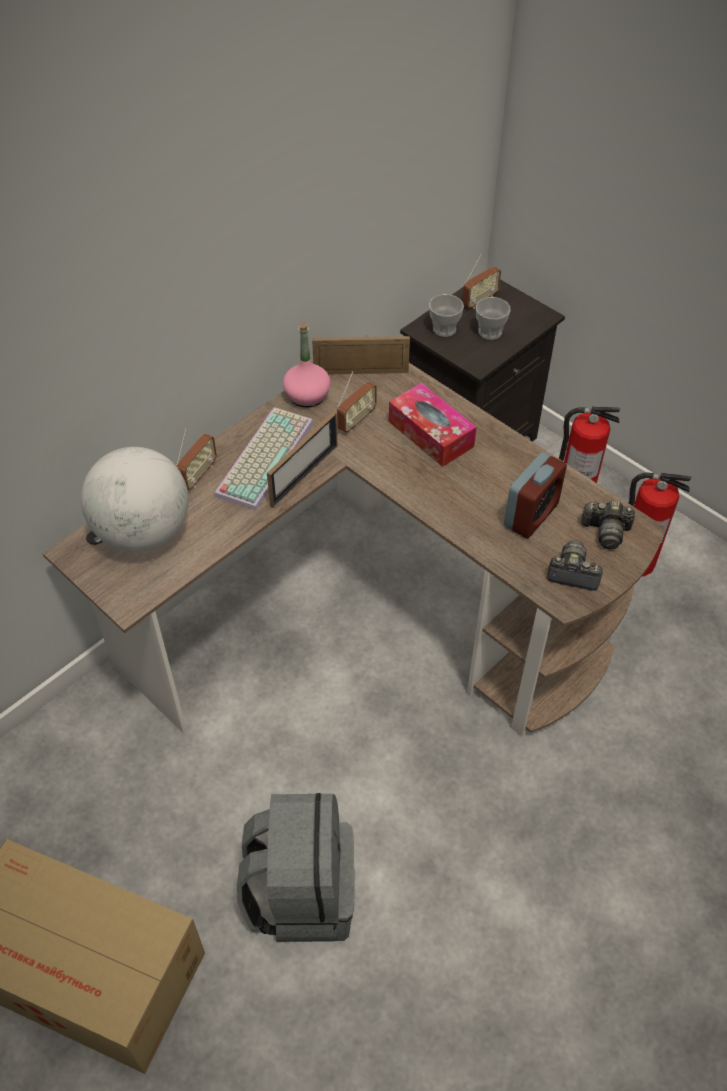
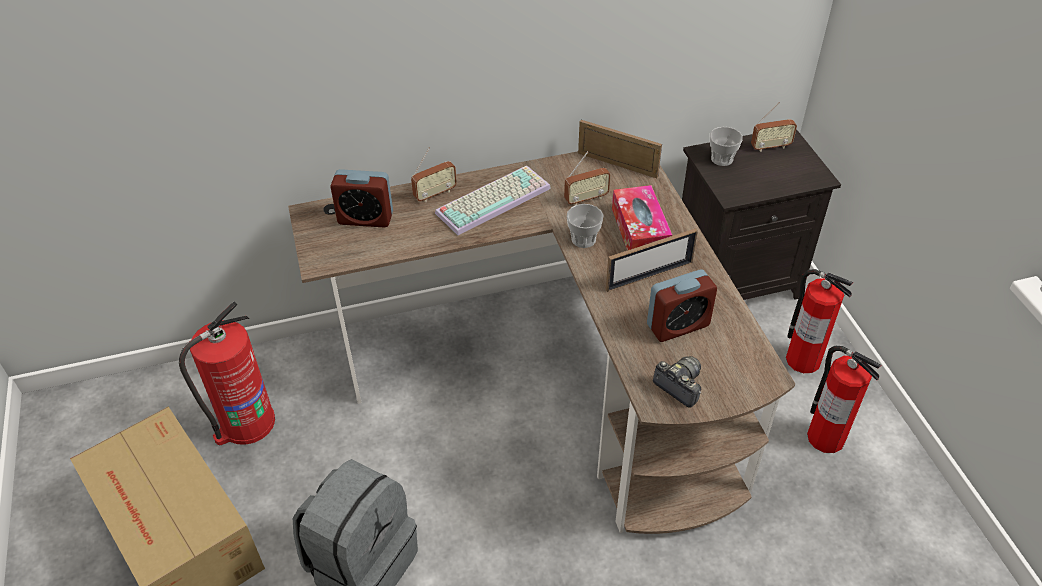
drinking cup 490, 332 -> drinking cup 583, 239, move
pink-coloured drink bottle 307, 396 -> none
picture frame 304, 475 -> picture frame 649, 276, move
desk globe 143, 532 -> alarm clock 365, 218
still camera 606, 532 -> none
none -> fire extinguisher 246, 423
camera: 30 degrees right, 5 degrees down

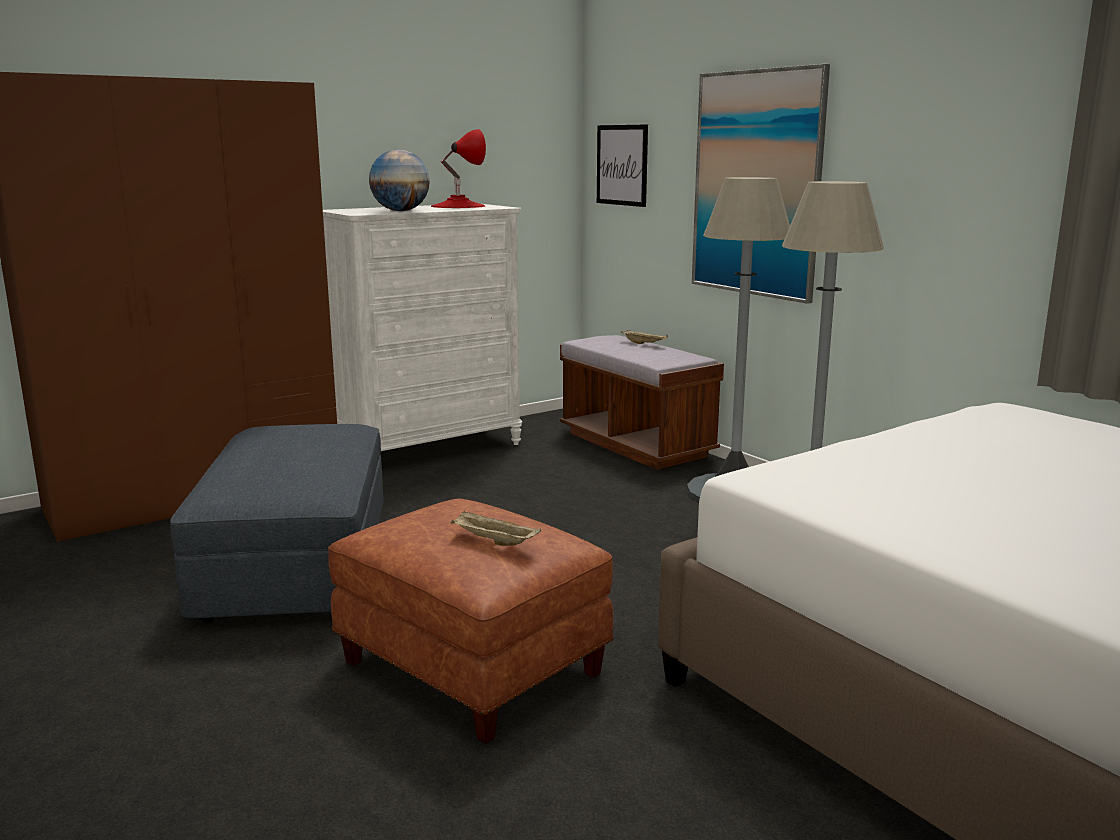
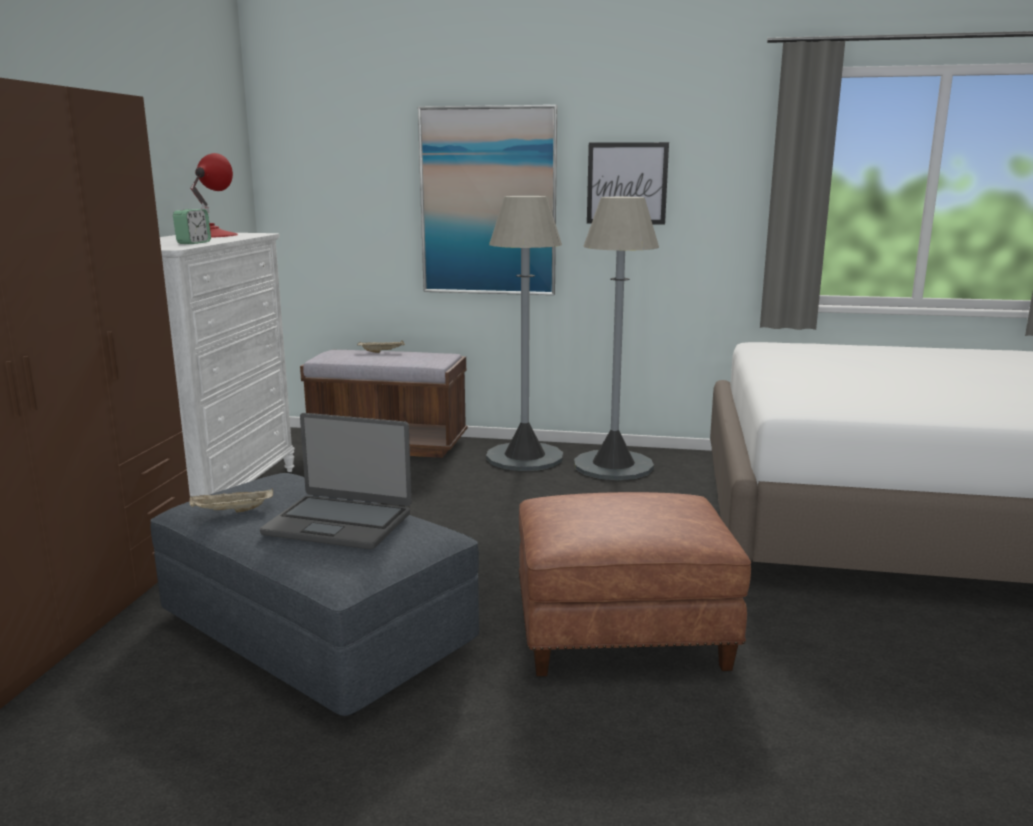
picture 622, 165 -> picture 627, 183, move
desk globe 401, 211 -> alarm clock 193, 243
beige-coloured tray 493, 541 -> beige-coloured tray 231, 511, move
none -> portable computer 339, 523
camera: 45 degrees left, 0 degrees up

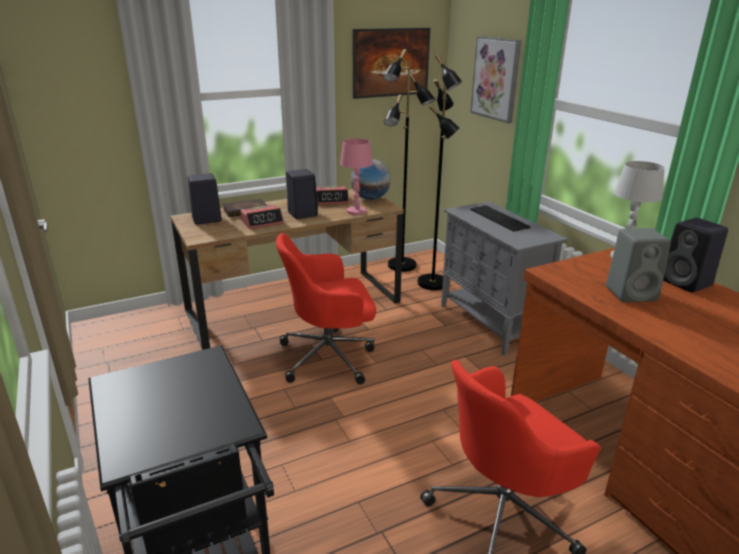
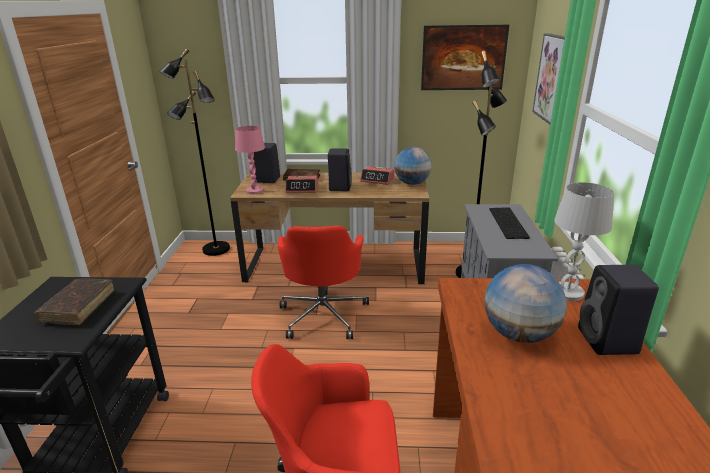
black-coloured floor lamp 402, 266 -> black-coloured floor lamp 215, 249, move
pink-coloured lamp for a table 356, 211 -> pink-coloured lamp for a table 255, 191, move
gray loudspeaker 632, 293 -> desk globe 519, 334
red-coloured computer chair 329, 356 -> red-coloured computer chair 323, 314, 105 degrees counterclockwise
none -> brown bound book 78, 307
camera: 30 degrees right, 0 degrees up

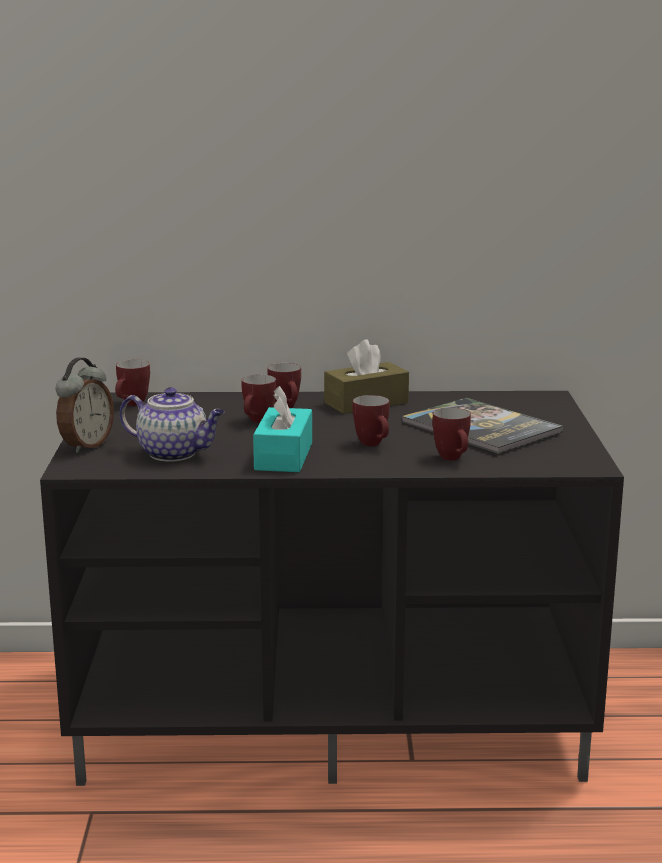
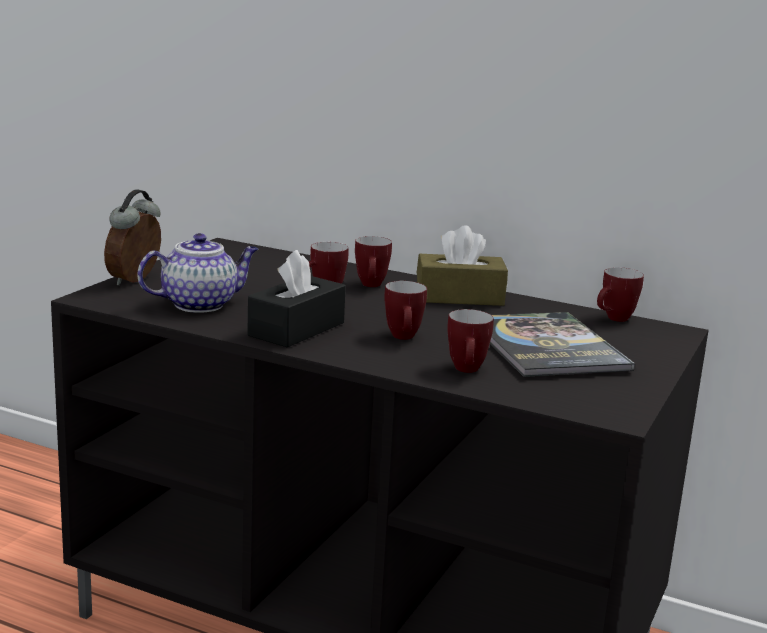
alarm clock 86, 446 -> alarm clock 136, 281, 150 degrees clockwise
coffee mug 132, 405 -> coffee mug 614, 319, move
blue-green tissue box 283, 456 -> black-coloured tissue box 296, 329
pot for tea 175, 453 -> pot for tea 200, 304, 75 degrees counterclockwise
camera: 25 degrees right, 0 degrees up

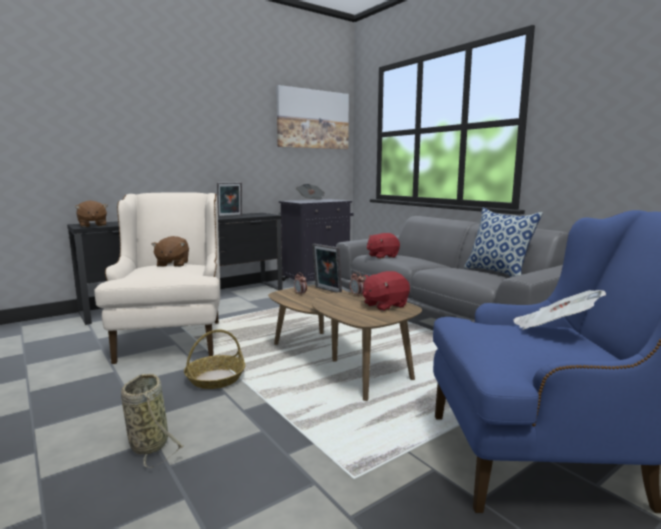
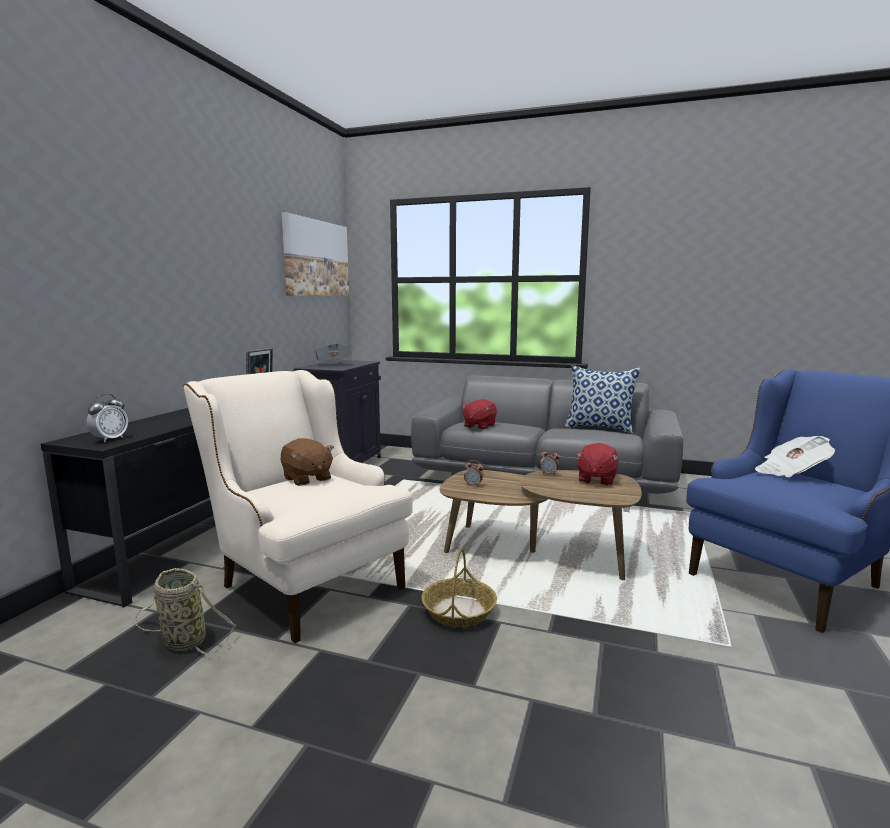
brown plush toy 92, 225 -> alarm clock 110, 439
picture frame 326, 290 -> none
storage basket 149, 443 -> storage basket 182, 640, move
camera: 35 degrees left, 0 degrees up

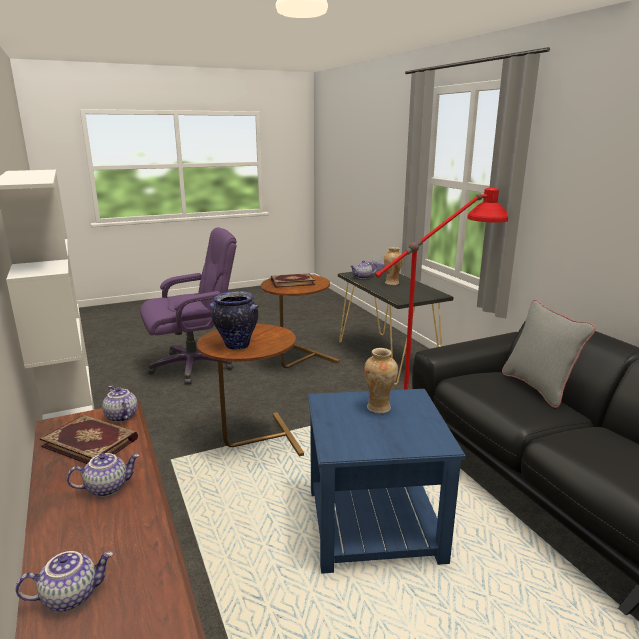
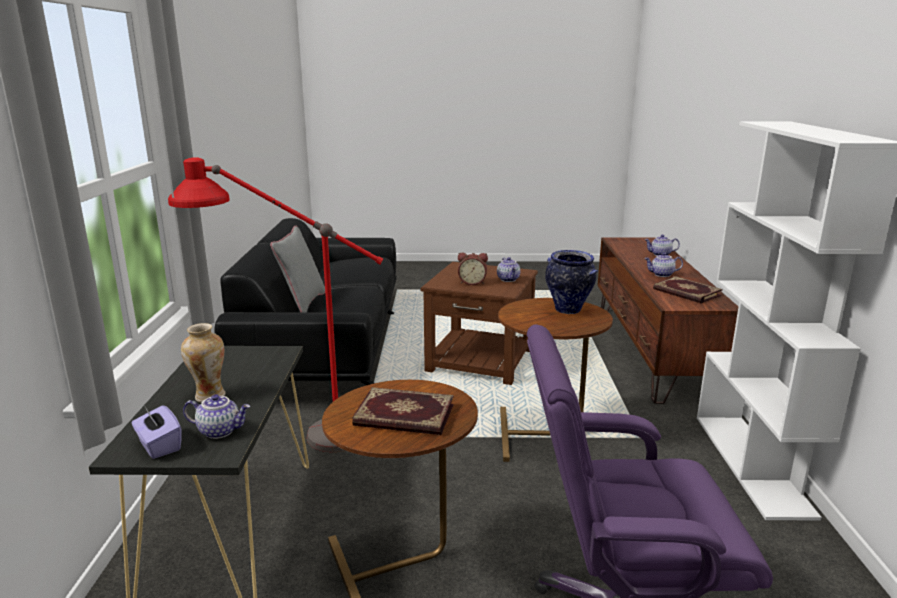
decorative vase 379, 408 -> alarm clock 472, 282
pot for tea 120, 417 -> pot for tea 509, 279, move
bluish side table 373, 523 -> brown side table 480, 360
camera: 155 degrees left, 0 degrees up

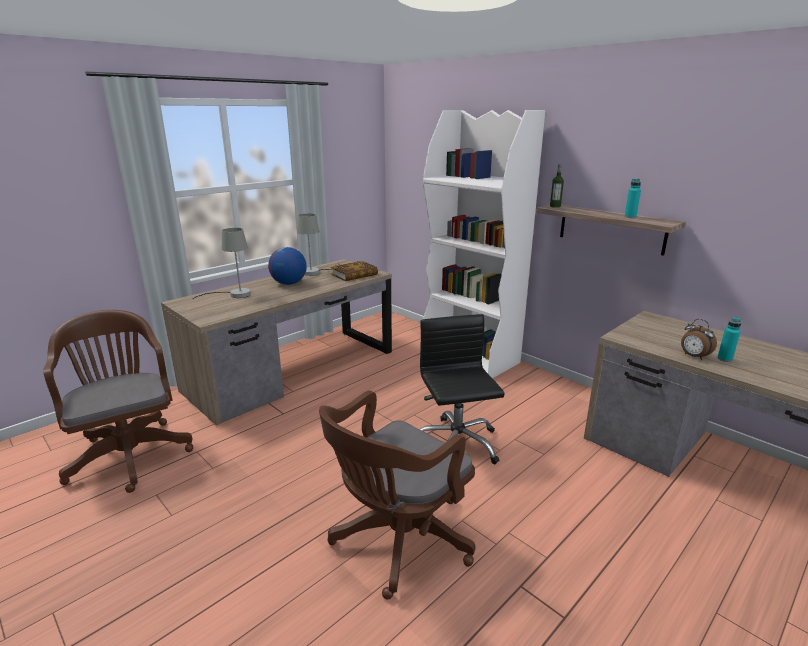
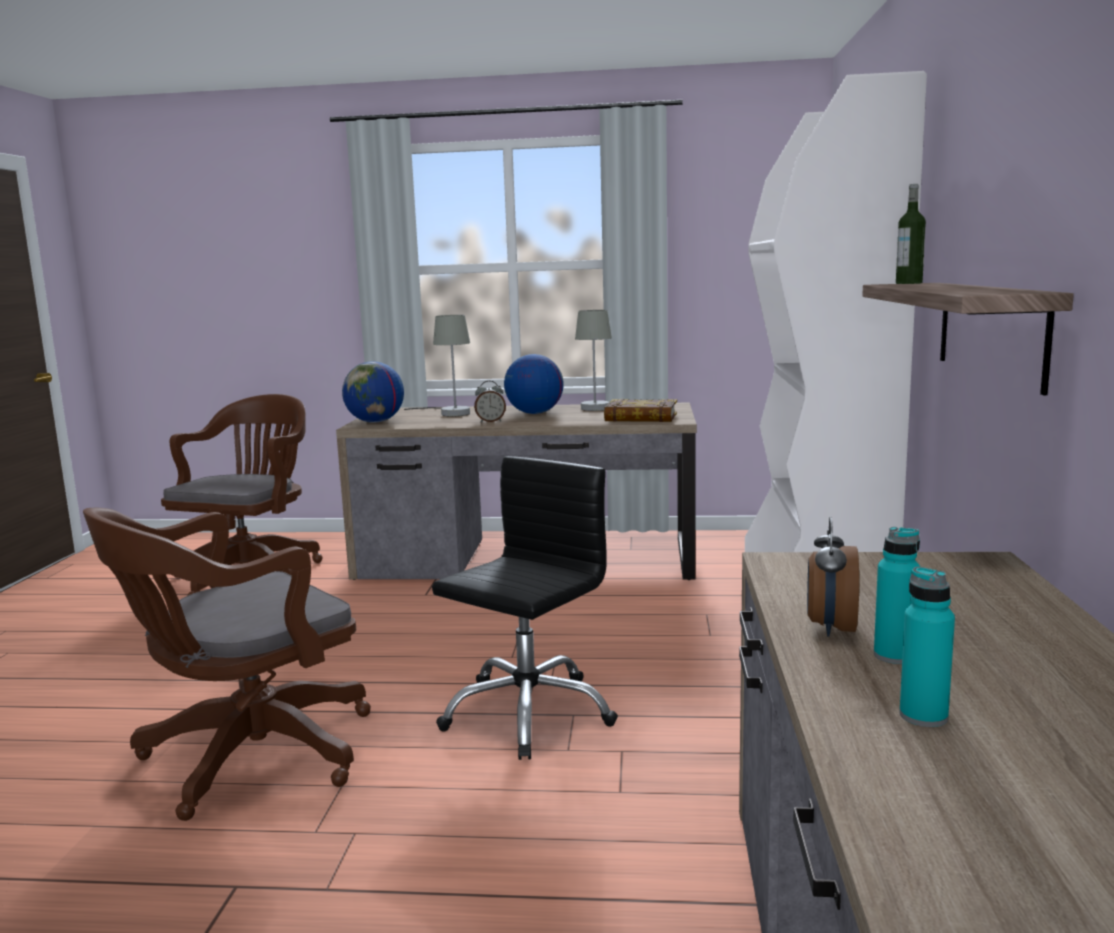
blue-green drink bottle 630, 217 -> blue-green drink bottle 923, 716, move
brown computer chair 397, 541 -> brown computer chair 247, 758, 45 degrees counterclockwise
none -> desk globe 375, 422
none -> alarm clock 490, 421
camera: 50 degrees right, 10 degrees down

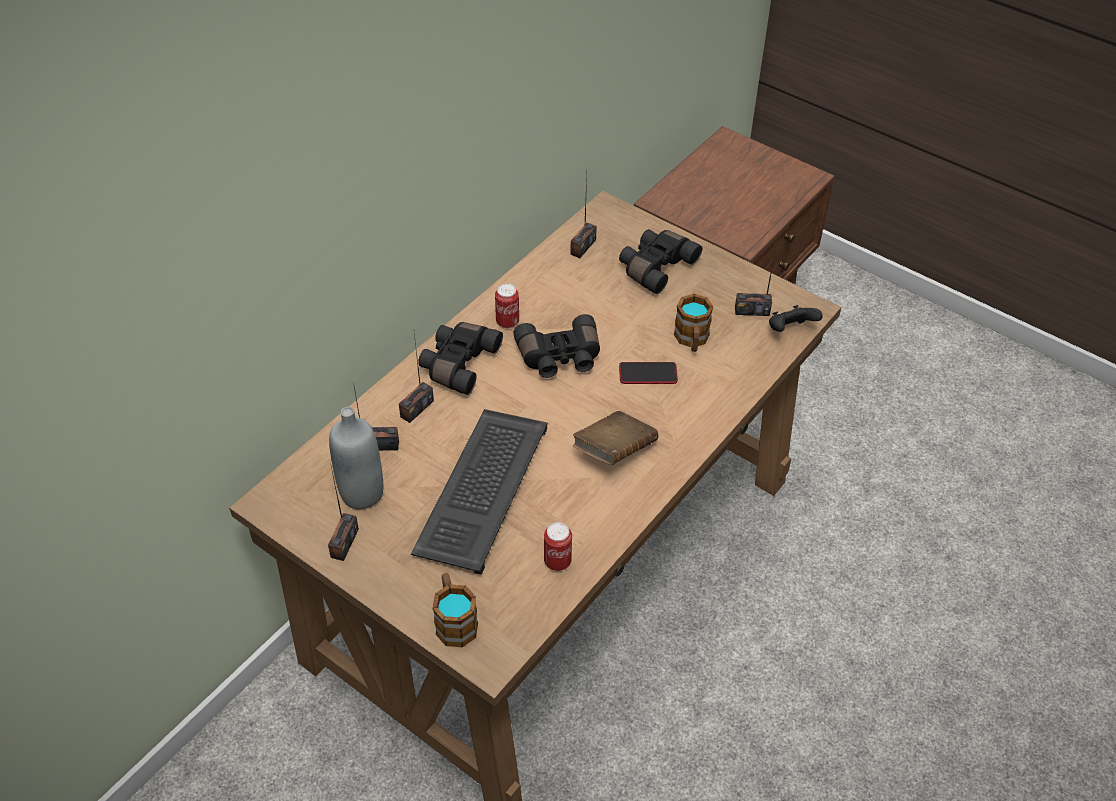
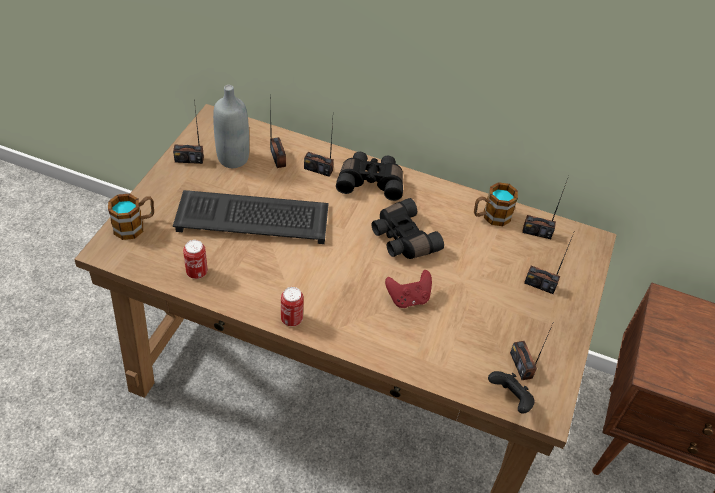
black-coloured pair of binoculars 655, 267 -> radio set 540, 284
can 507, 322 -> can 291, 319, move
coffee mug 692, 340 -> coffee mug 491, 216, move
handset 648, 374 -> red-coloured joypad 408, 298
brown bound book 614, 451 -> none
camera: 70 degrees right, 0 degrees up

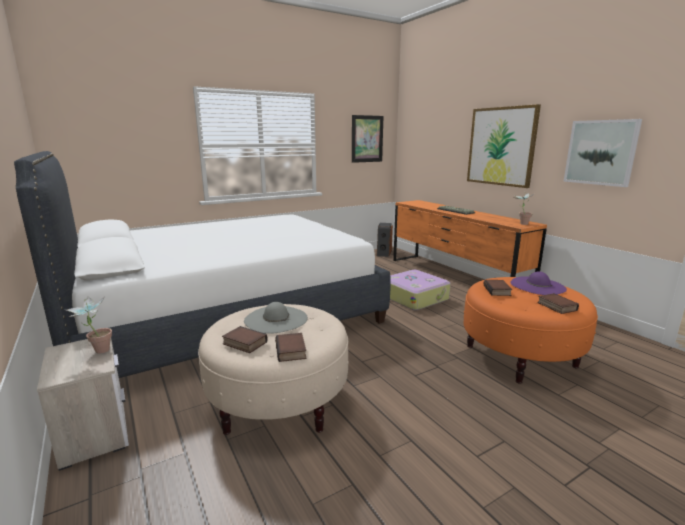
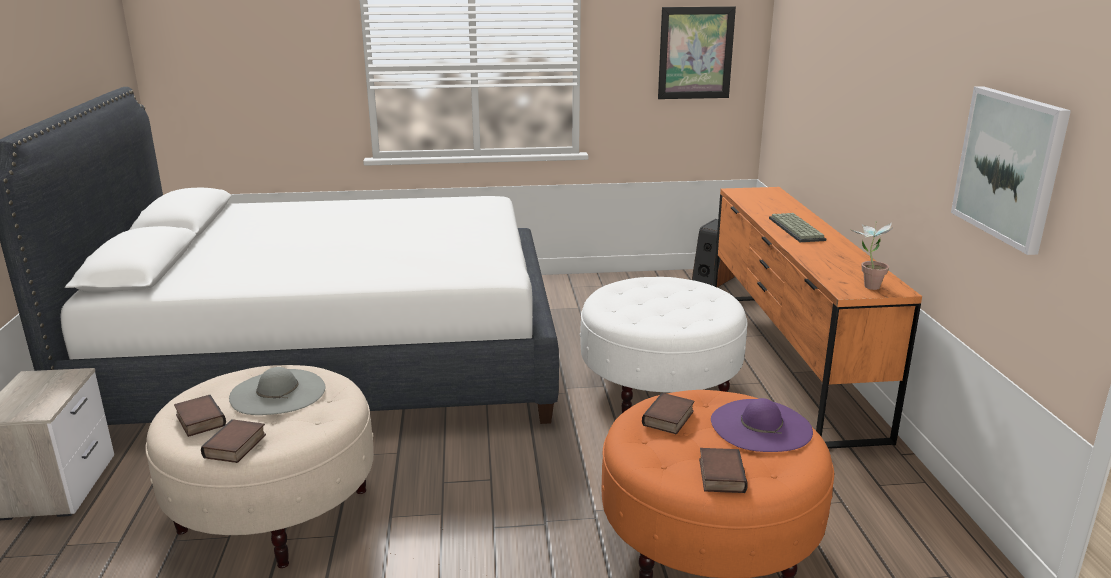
picture 501, 146 -> none
piece of luggage 414, 297 -> whitish footrest 659, 387
plant in a pot 97, 351 -> none
camera: 25 degrees right, 5 degrees up

